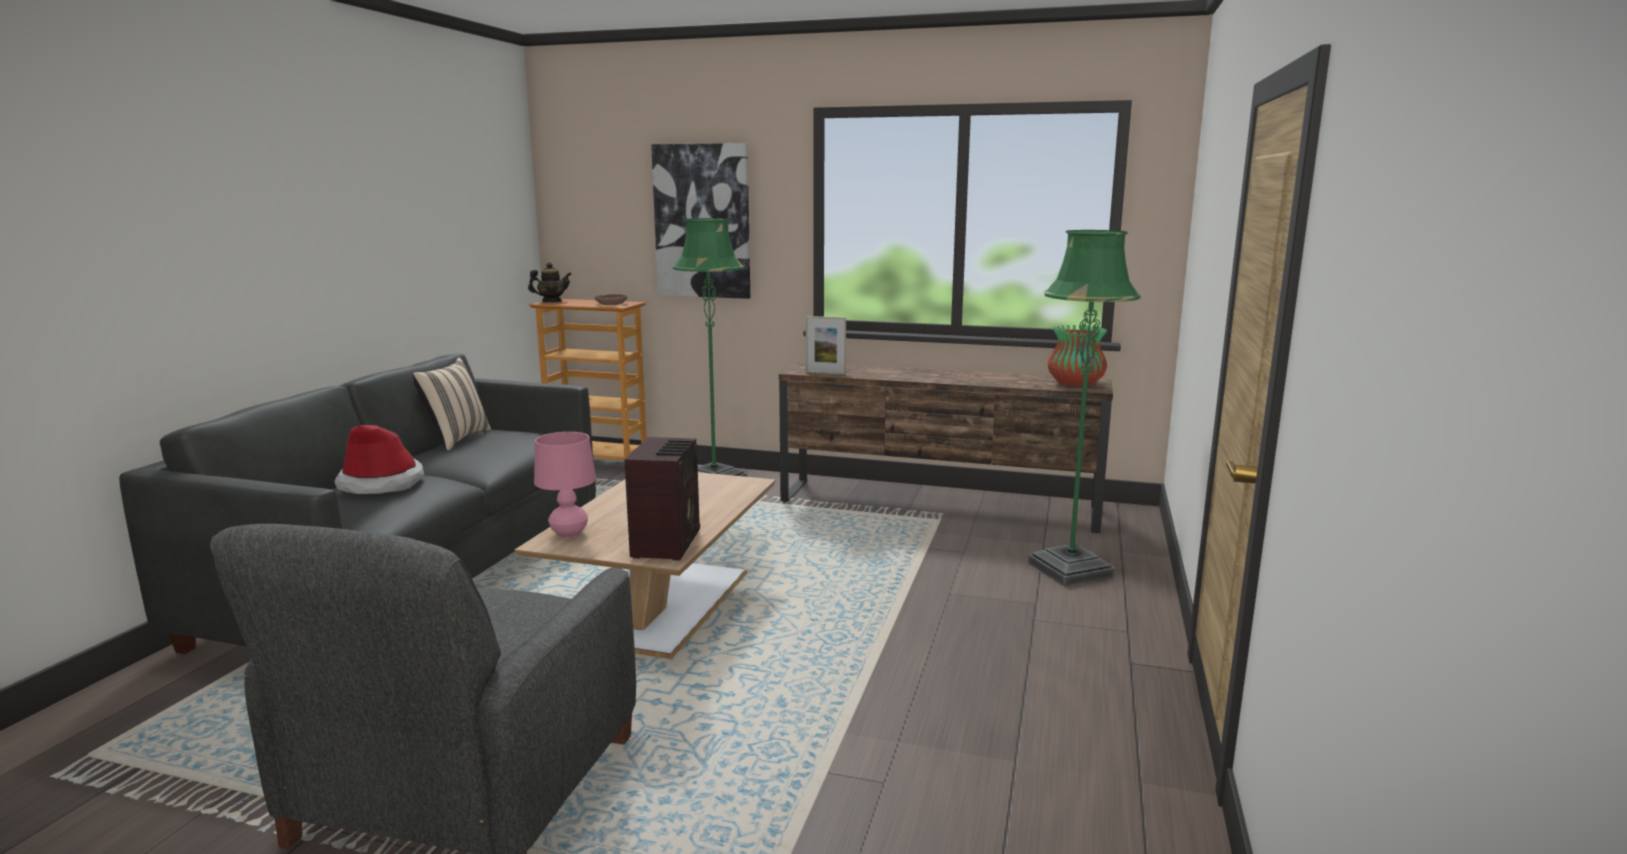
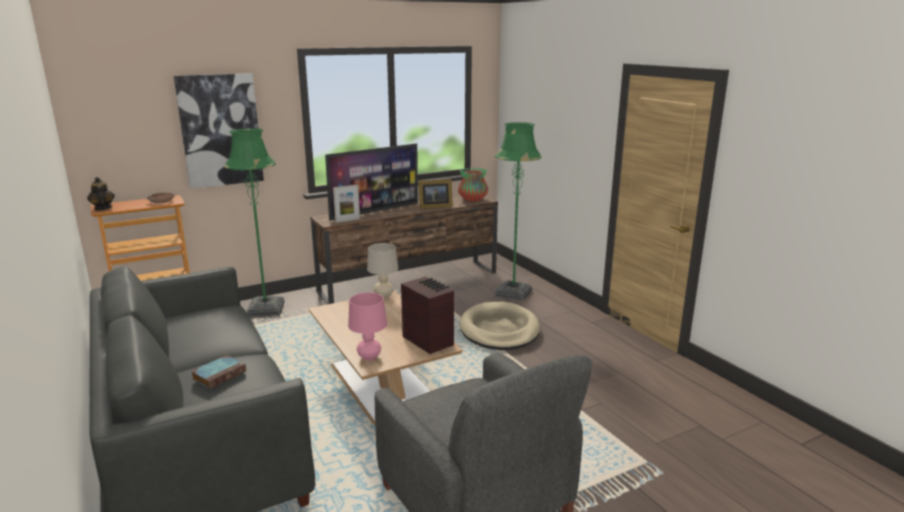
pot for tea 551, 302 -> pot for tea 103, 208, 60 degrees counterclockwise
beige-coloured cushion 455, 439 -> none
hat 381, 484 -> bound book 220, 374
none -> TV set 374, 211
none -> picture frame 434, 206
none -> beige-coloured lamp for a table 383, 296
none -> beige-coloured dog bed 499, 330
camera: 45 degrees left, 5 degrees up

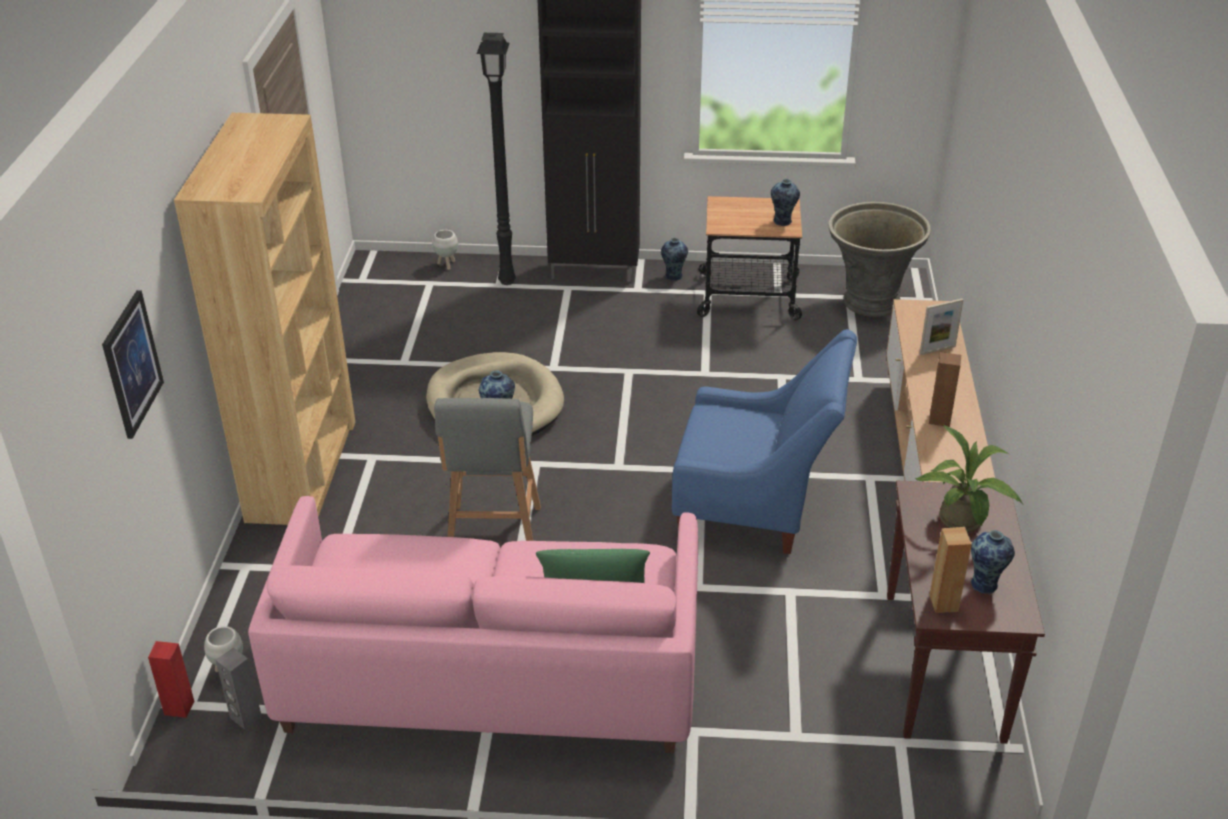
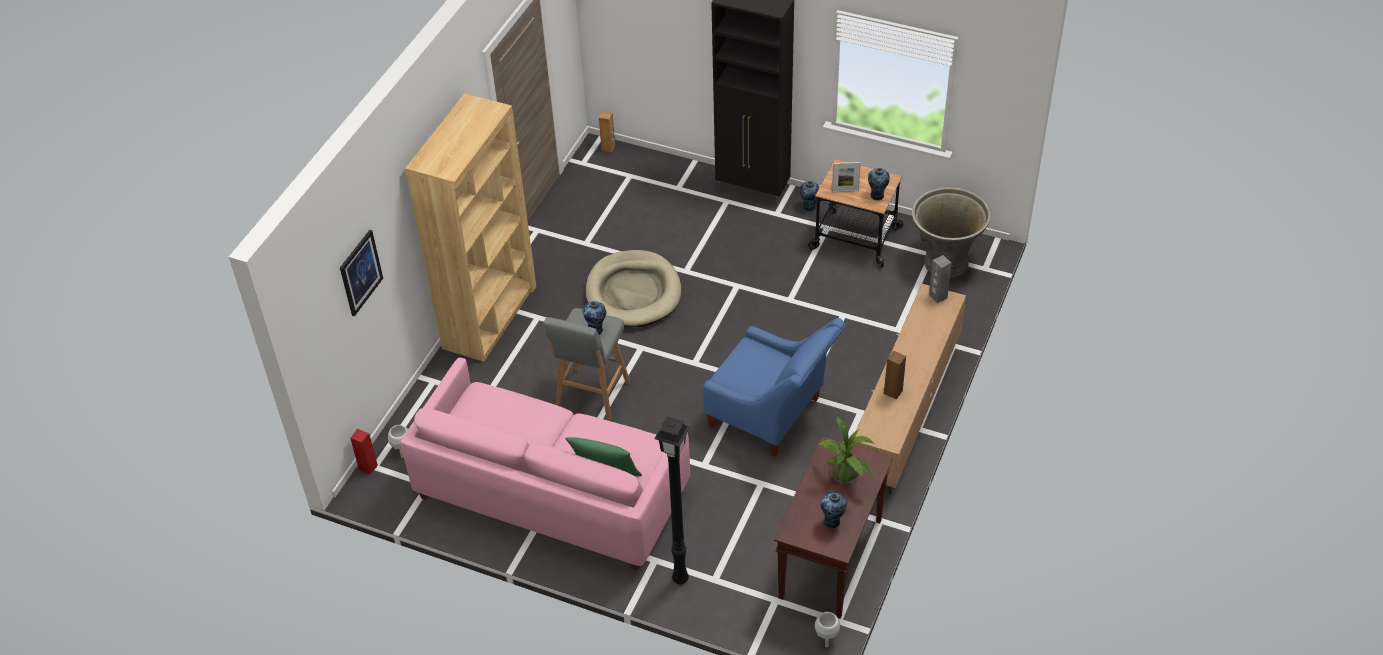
black-coloured floor lamp 505, 282 -> black-coloured floor lamp 679, 579, move
whitish planter 447, 265 -> whitish planter 826, 639, move
picture frame 937, 350 -> picture frame 845, 191, move
brown loudspeaker 944, 603 -> brown loudspeaker 608, 147, move
gray loudspeaker 245, 717 -> gray loudspeaker 937, 296, move
camera: 20 degrees right, 10 degrees up

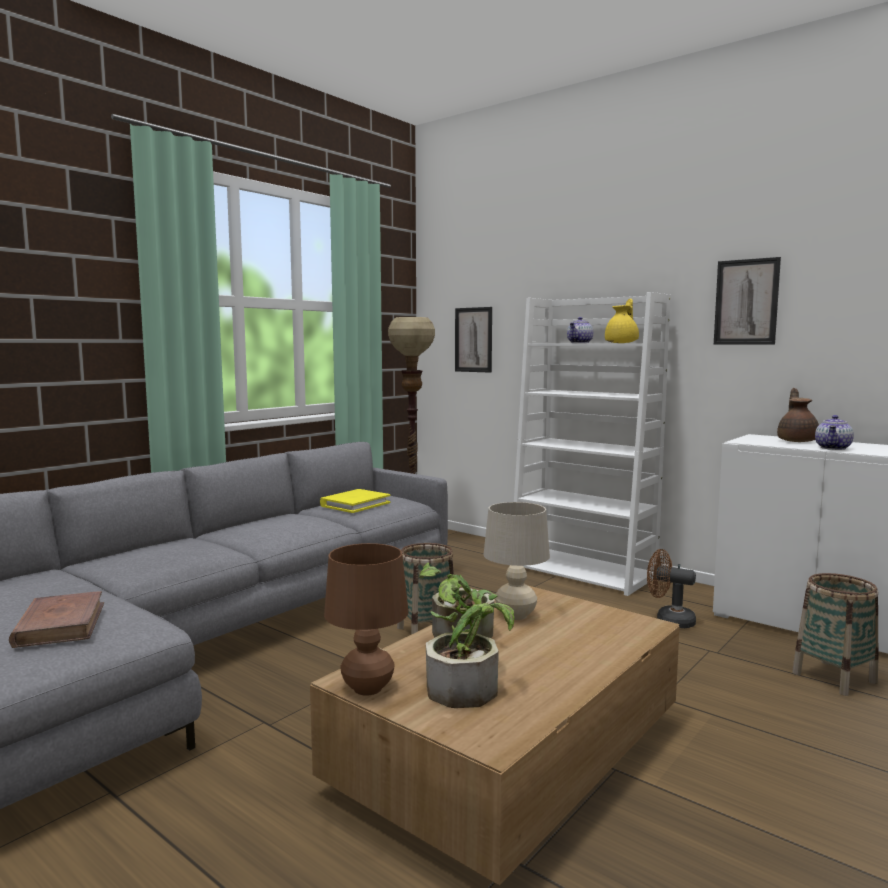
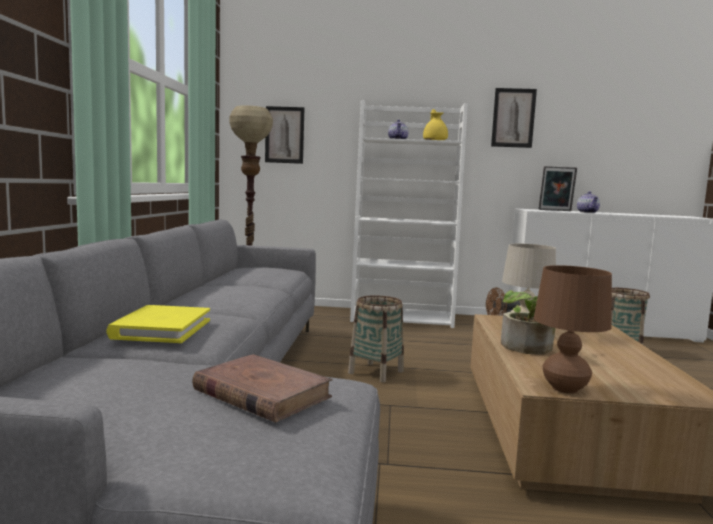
brown pot for tea 797, 441 -> picture frame 555, 210
yellowish bound book 355, 504 -> yellowish bound book 161, 329, move
plant in a pot 467, 685 -> none
camera: 35 degrees left, 0 degrees up

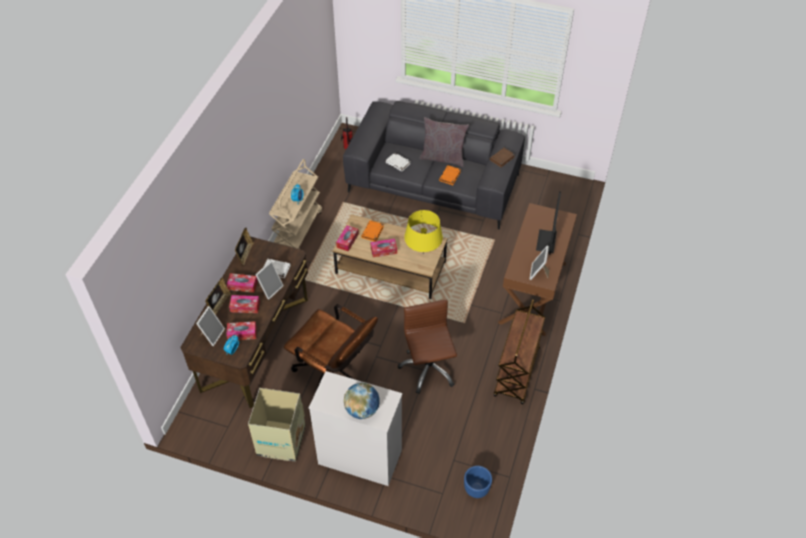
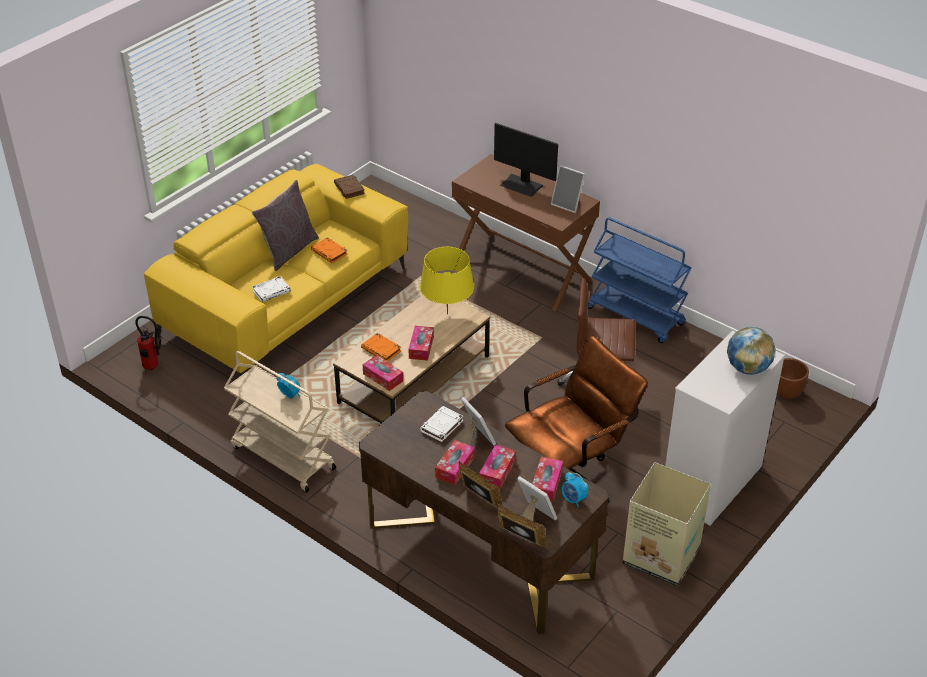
gray sofa 433, 184 -> yellowish sofa 286, 302
picture frame 245, 254 -> picture frame 520, 540, move
brown wheeled cart 517, 373 -> bluish wheeled cart 636, 316
bluish planter 476, 489 -> brown planter 786, 392
camera: 70 degrees left, 10 degrees down

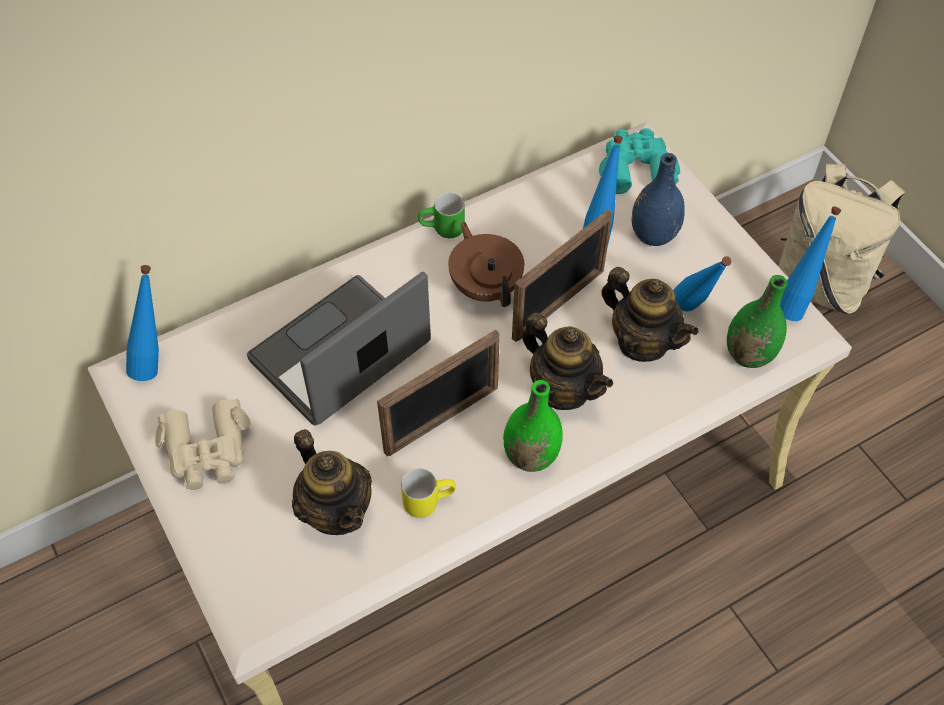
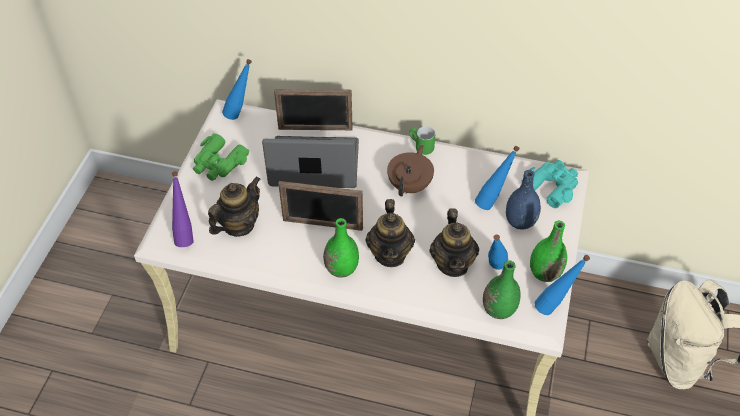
picture frame 559, 304 -> picture frame 315, 129, move
beige-coloured pair of binoculars 207, 451 -> green pair of binoculars 219, 163
pot for tea 336, 510 -> pot for tea 238, 225, 150 degrees counterclockwise
yellowish coffee mug 428, 500 -> none
none -> purple drink bottle 185, 235
none -> green decorative vase 545, 273
camera: 45 degrees right, 5 degrees down

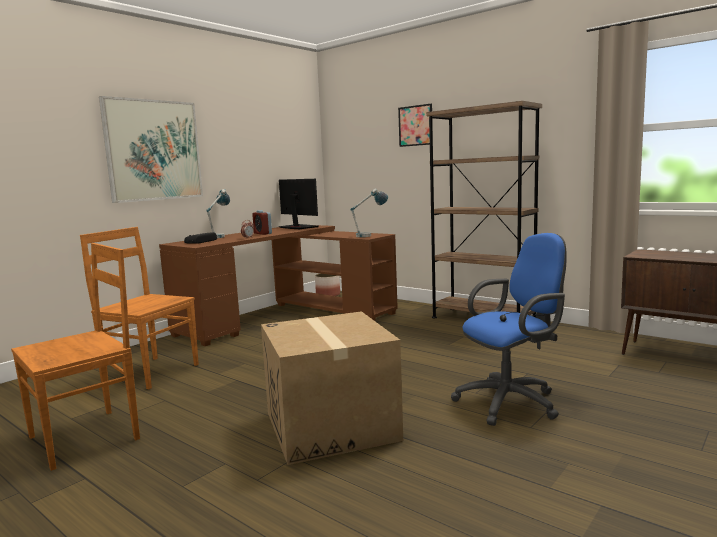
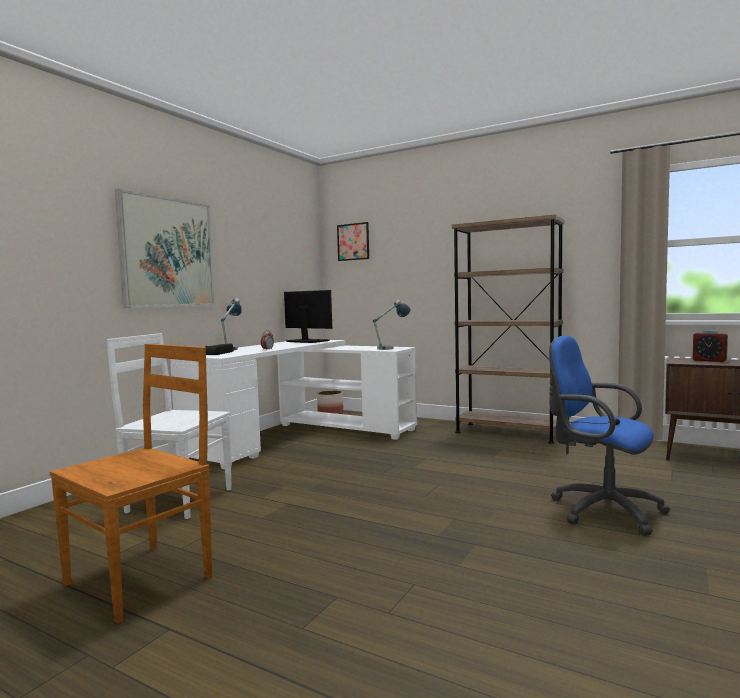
picture 415, 125 -> picture 353, 241, move
alarm clock 262, 233 -> alarm clock 709, 360, move
brown desk unit 286, 317 -> whitish desk unit 300, 436
brown plain chair 150, 372 -> whitish plain chair 178, 500
bluish computer chair 512, 402 -> bluish computer chair 600, 510, 105 degrees counterclockwise
packing box 331, 426 -> none
camera: 10 degrees left, 5 degrees down

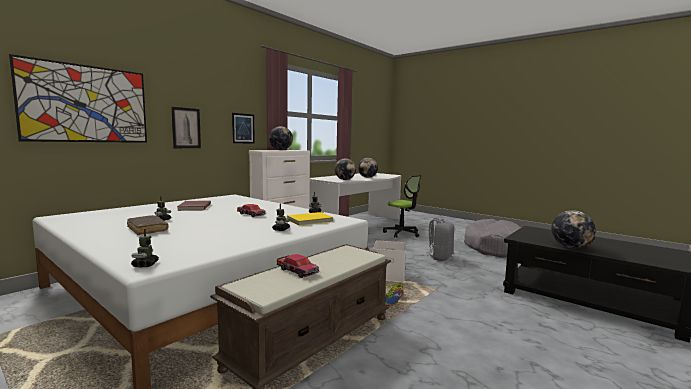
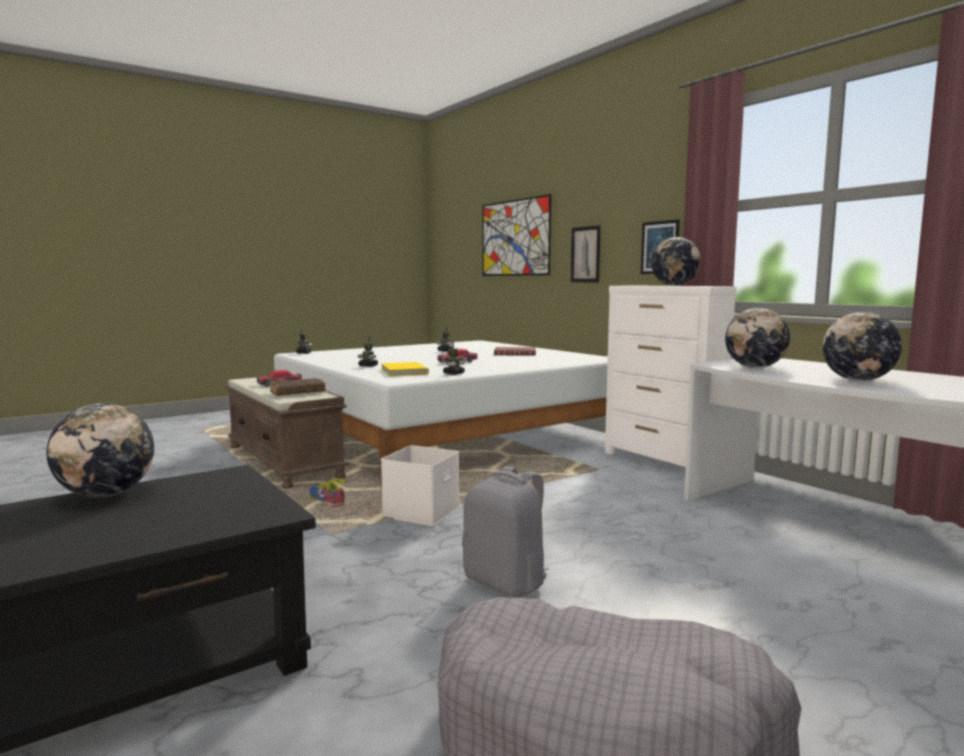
computer chair 402, 233 -> none
brown bound book 147, 229 -> brown bound book 297, 393, move
camera: 105 degrees right, 0 degrees up

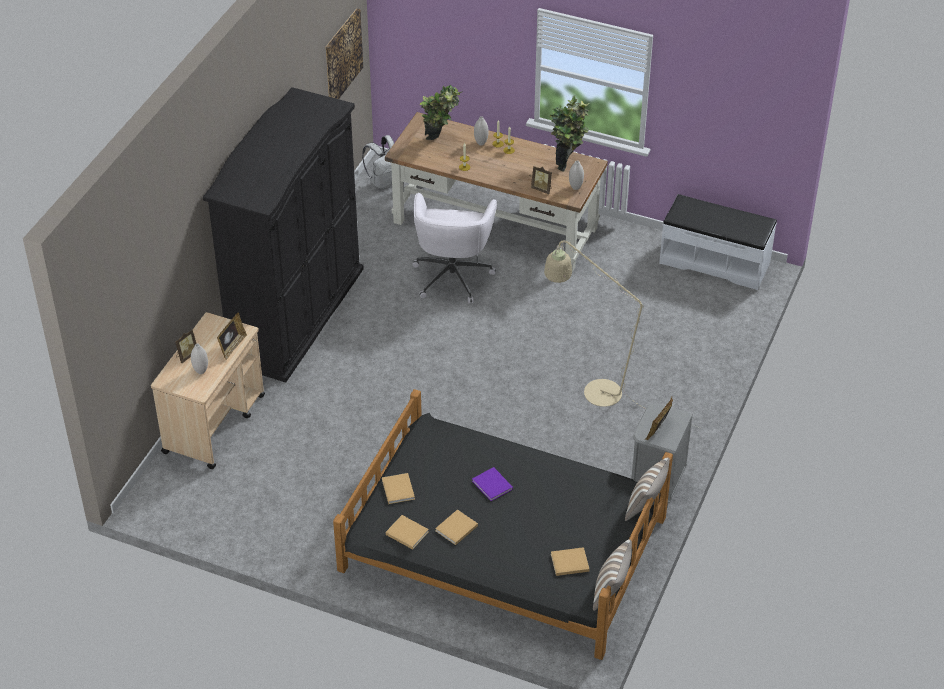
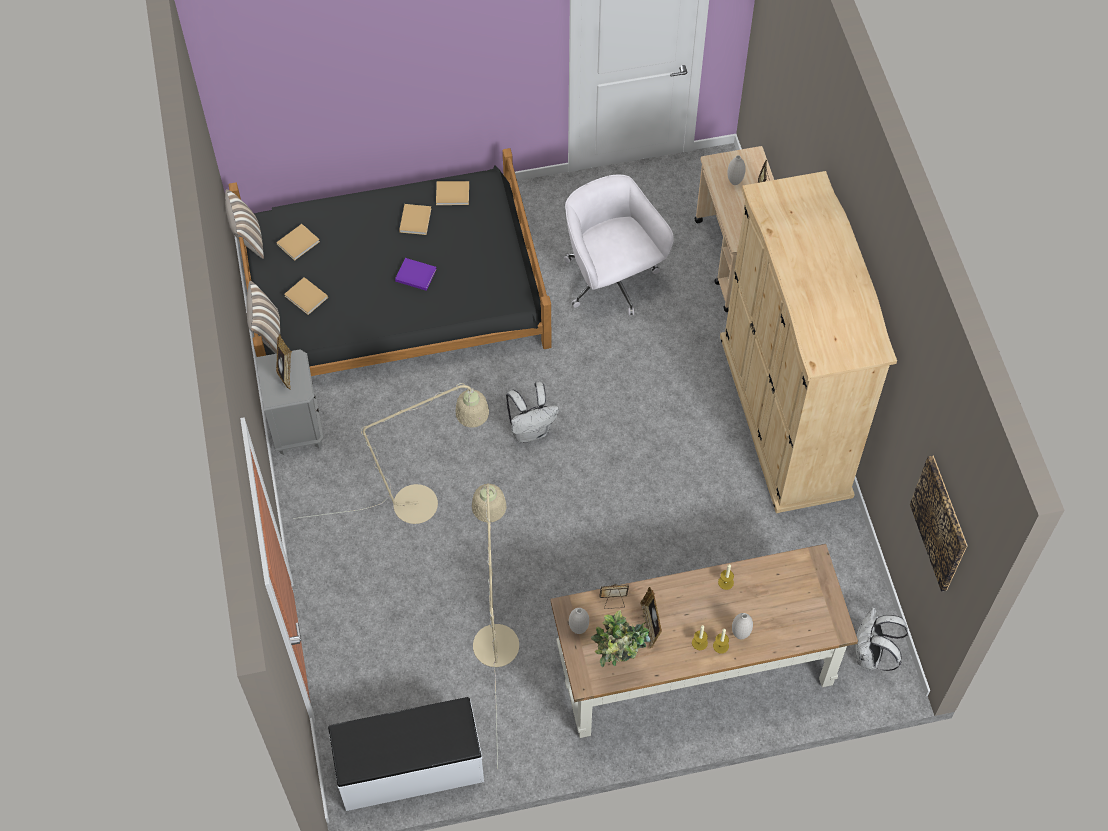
plant in a pot 441, 142 -> none
black-coloured armoire 295, 315 -> beige-coloured armoire 785, 415
whitish computer chair 453, 275 -> whitish computer chair 611, 281, move
picture frame 232, 347 -> picture frame 650, 625, move
beige-coloured bound book 398, 488 -> beige-coloured bound book 307, 297, move
none -> whitish rucksack 531, 430
none -> beige-coloured floor lamp 495, 633
camera: 145 degrees right, 15 degrees up

